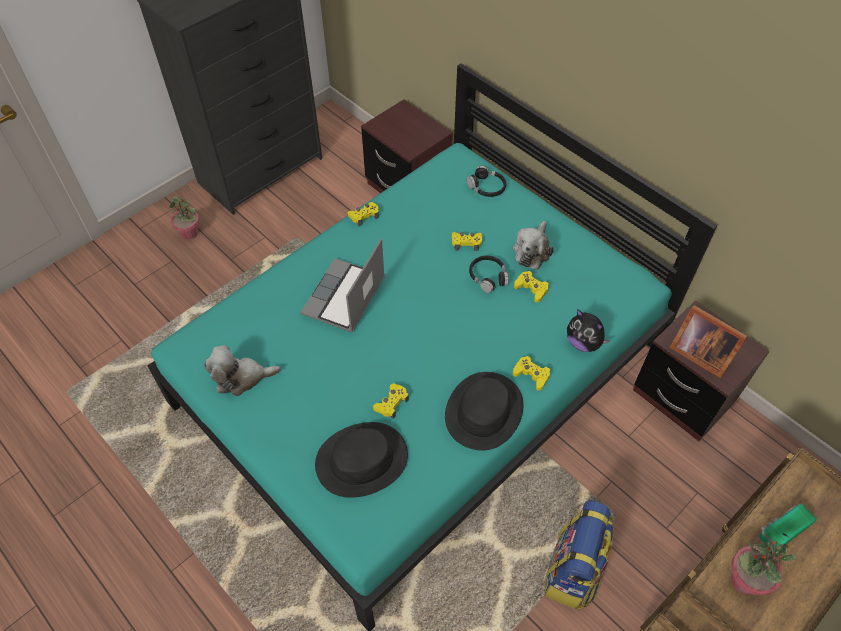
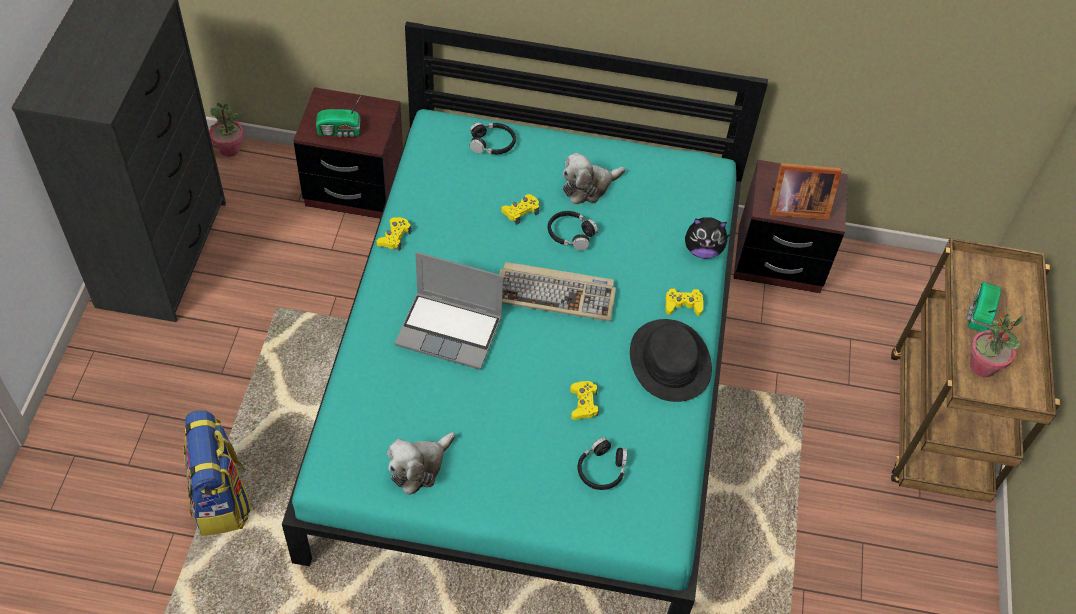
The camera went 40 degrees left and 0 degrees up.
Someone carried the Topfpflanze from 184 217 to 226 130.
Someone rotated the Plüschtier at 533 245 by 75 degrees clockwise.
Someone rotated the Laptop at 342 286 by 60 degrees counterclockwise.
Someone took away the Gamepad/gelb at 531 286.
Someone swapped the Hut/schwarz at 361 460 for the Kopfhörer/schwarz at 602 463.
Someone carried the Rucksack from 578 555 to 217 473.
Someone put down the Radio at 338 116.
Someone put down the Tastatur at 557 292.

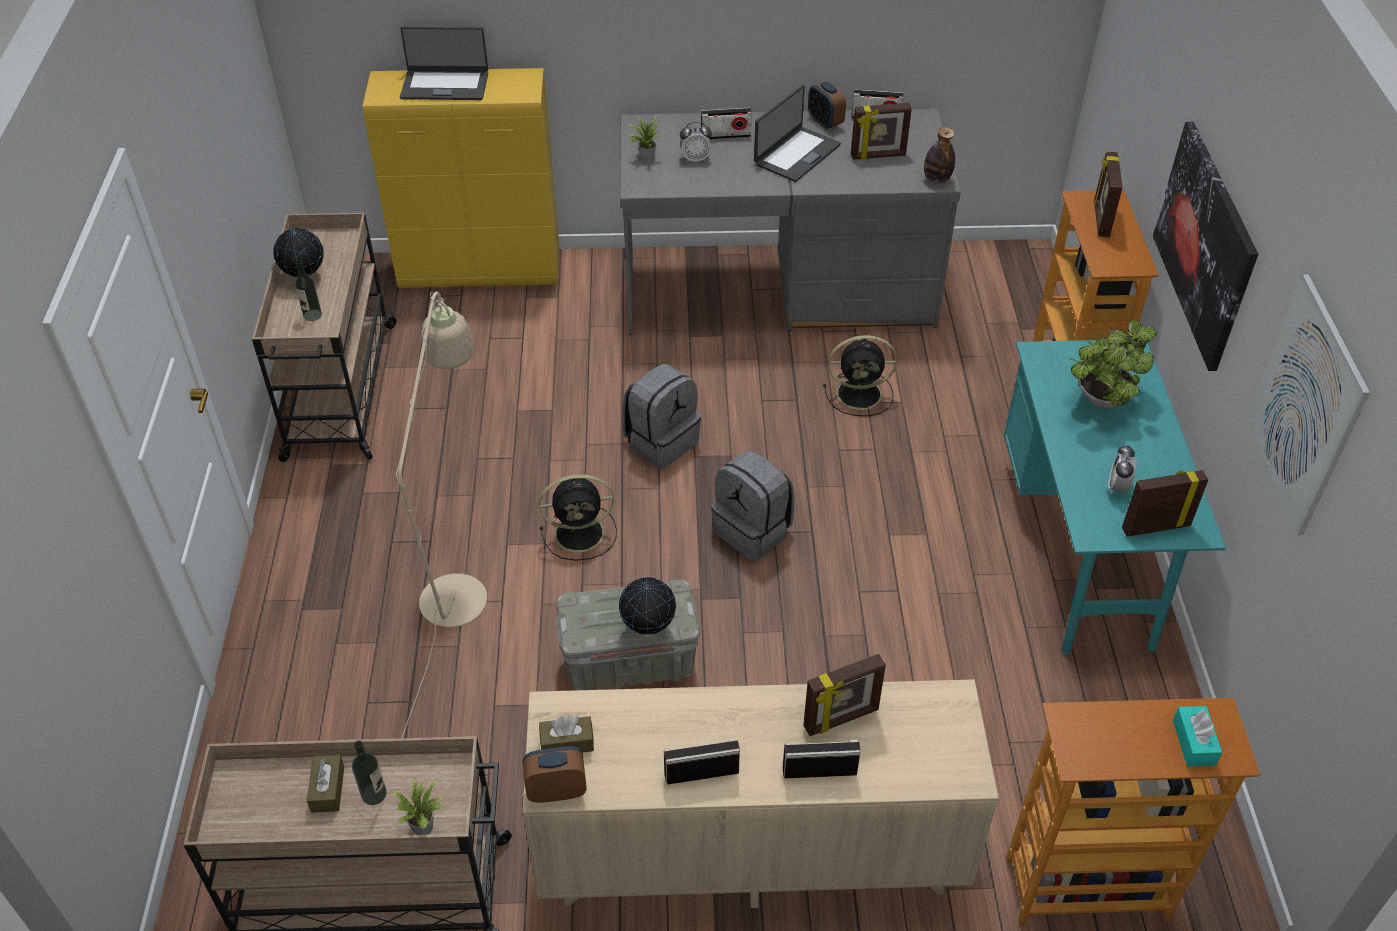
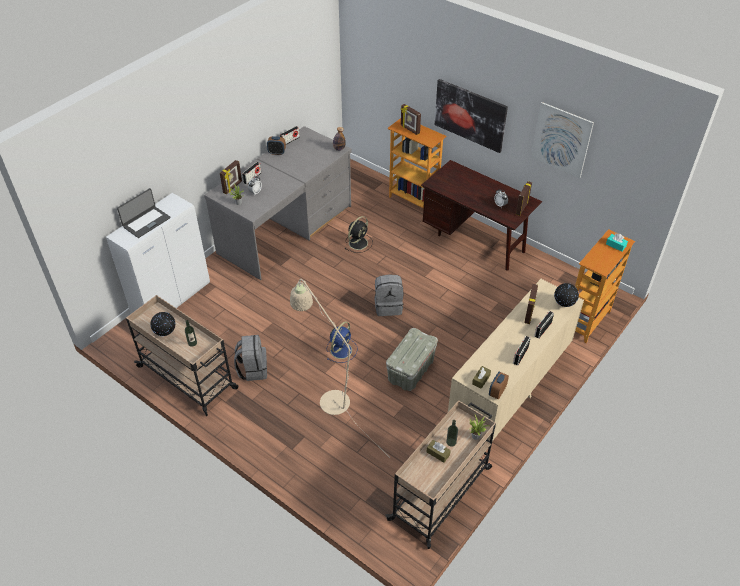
The camera went 50 degrees left and 0 degrees up.
Someone repainted the Schrank/gelb at 461 178, which became the Schrank/weiß at 158 253.
Someone took away the Laptop at 797 133.
Someone carried the Bilderrahmen from 881 131 to 231 177.
Someone took away the Topfpflanze at 1112 364.
Someone repainted the Schreibtisch/türkis at 1115 497, which became the Schreibtisch/braun at 481 215.
Someone carried the Rucksack/grau from 661 416 to 250 358.
Someone repainted the Ventilator/schwarz at 578 517, which became the Ventilator/blau at 342 342.
Someone carried the Globus from 647 606 to 566 295.

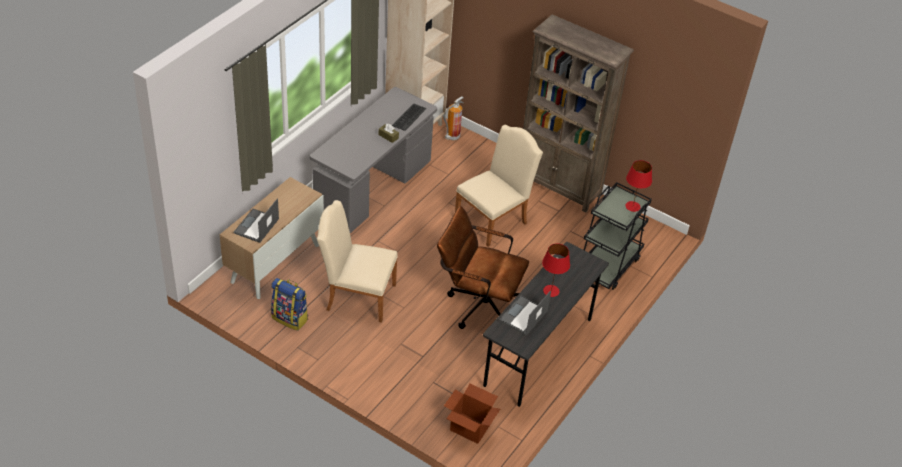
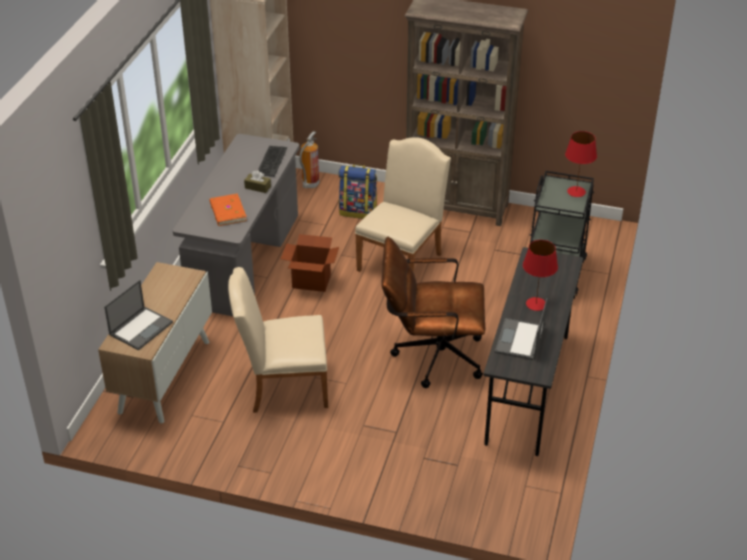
The camera went 15 degrees left and 5 degrees down.
Someone rotated the Laptop at 256 220 by 150 degrees counterclockwise.
Someone carried the Rucksack from 289 304 to 358 191.
Someone carried the Karton from 472 414 to 310 263.
Someone put down the Buch/orange at 228 209.

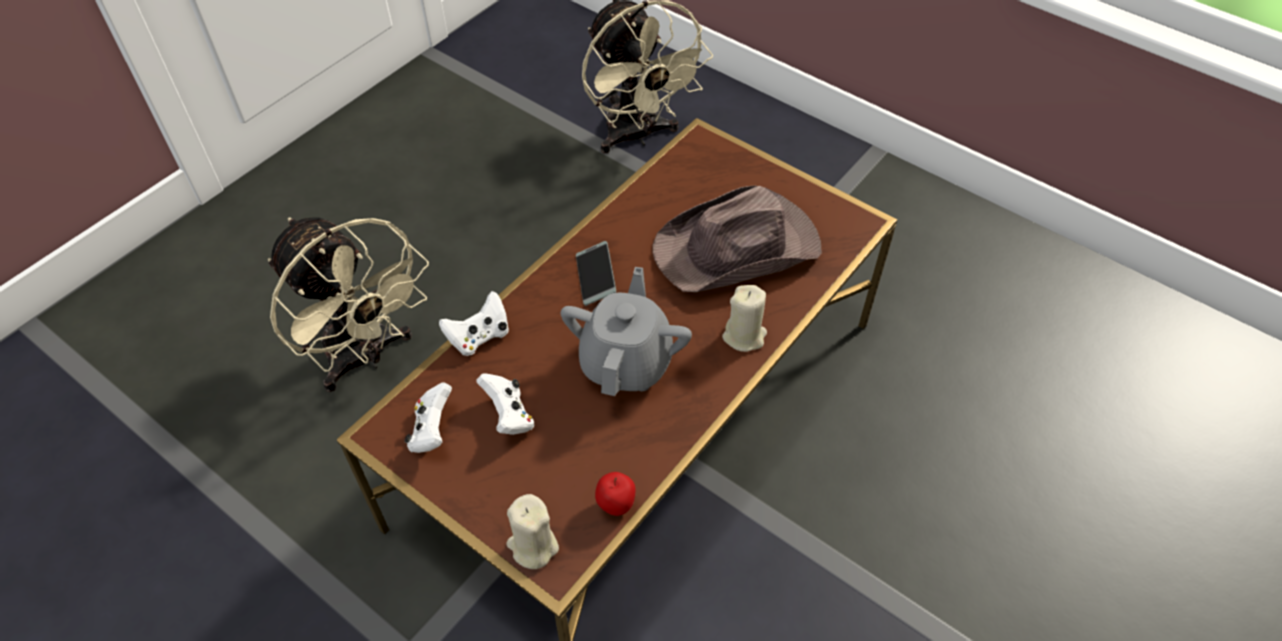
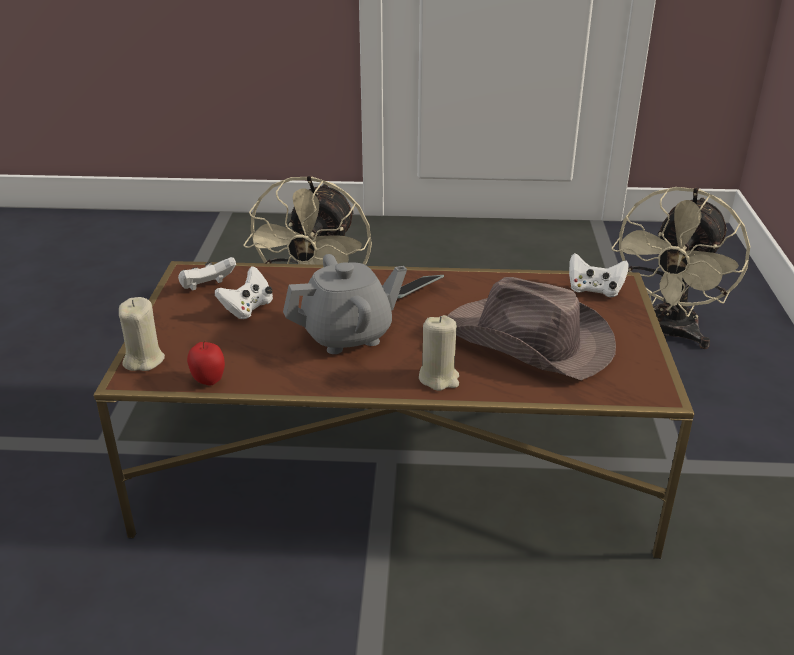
The camera went 55 degrees right and 20 degrees down.
Someone carried the Gamepad/weiß from 474 323 to 599 275.

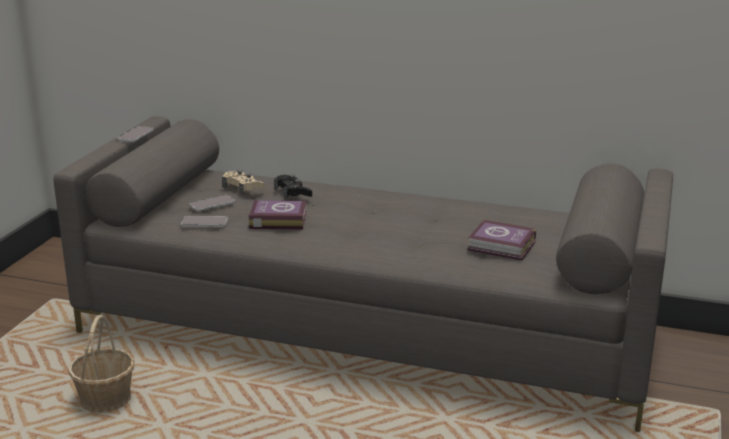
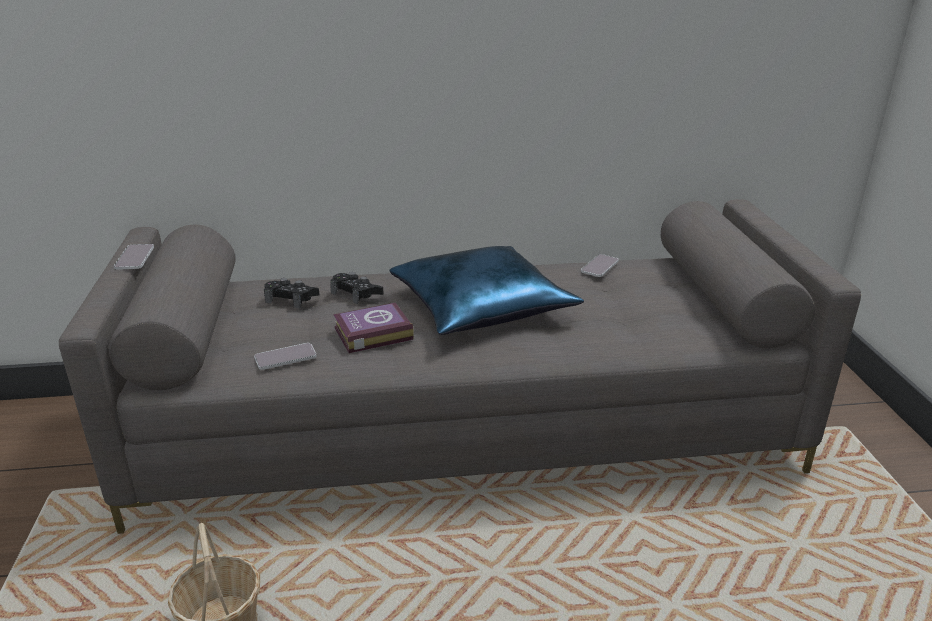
The camera went 25 degrees left and 5 degrees up.
Someone repainted the Gamepad/beige at 243 182, which became the Gamepad/schwarz at 292 293.
Someone carried the Handy from 212 203 to 600 265.
Someone took away the Buch at 501 240.
Someone put down the Kissen/blau at 486 290.

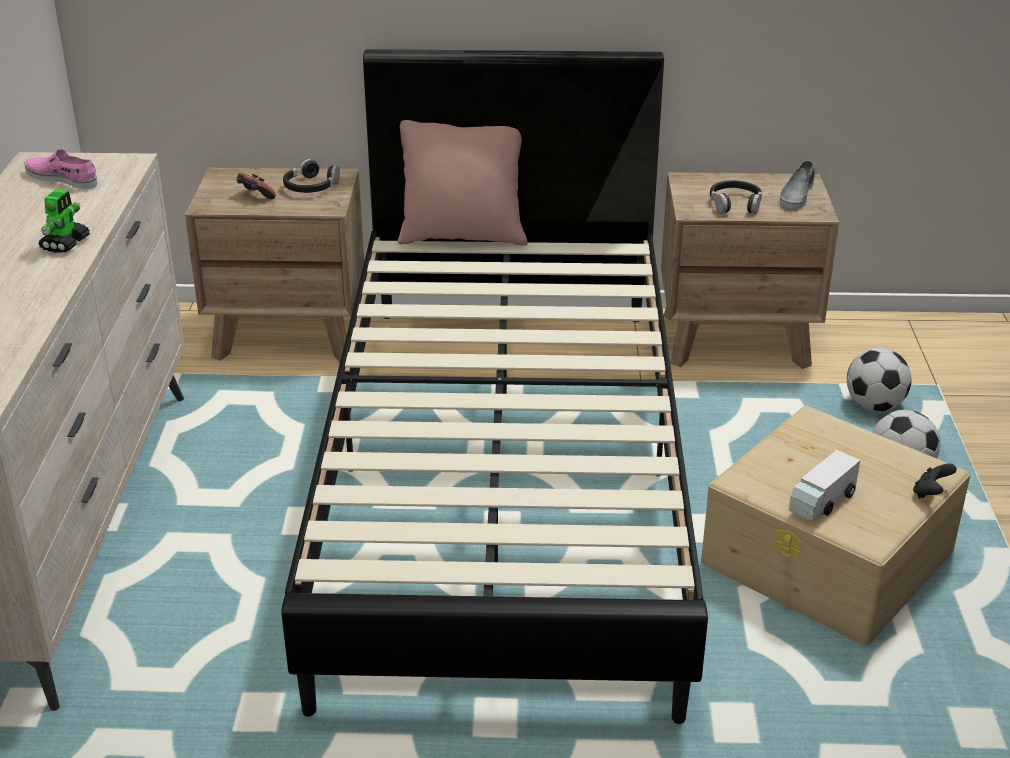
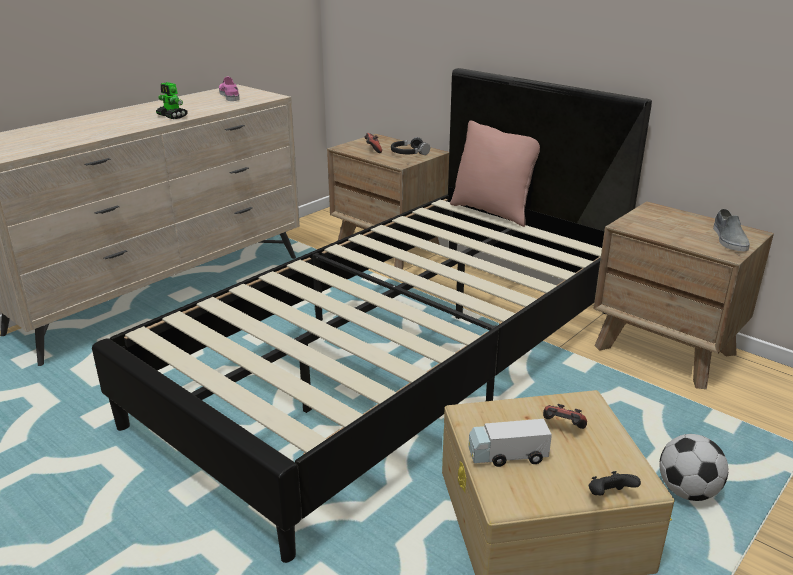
The camera went 40 degrees right and 5 degrees down.
Someone rotated the Schuh/grau at 797 184 by 60 degrees counterclockwise.
Someone took away the Kopfhörer/schwarz at 736 197.
Someone rotated the Spielzeugroboter at 64 221 by 75 degrees clockwise.
Someone took away the Fußball at 879 380.
Someone put down the Gamepad at 565 416.

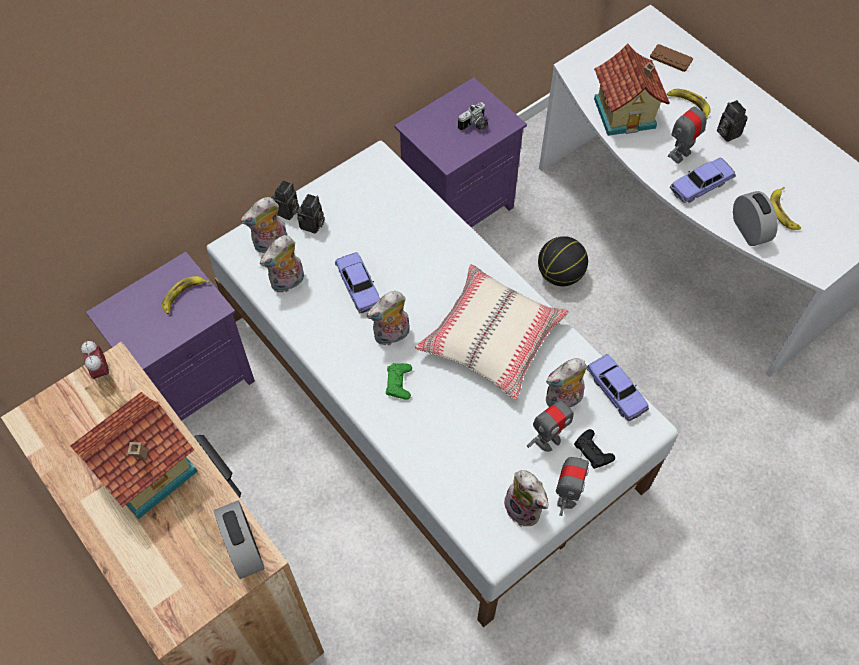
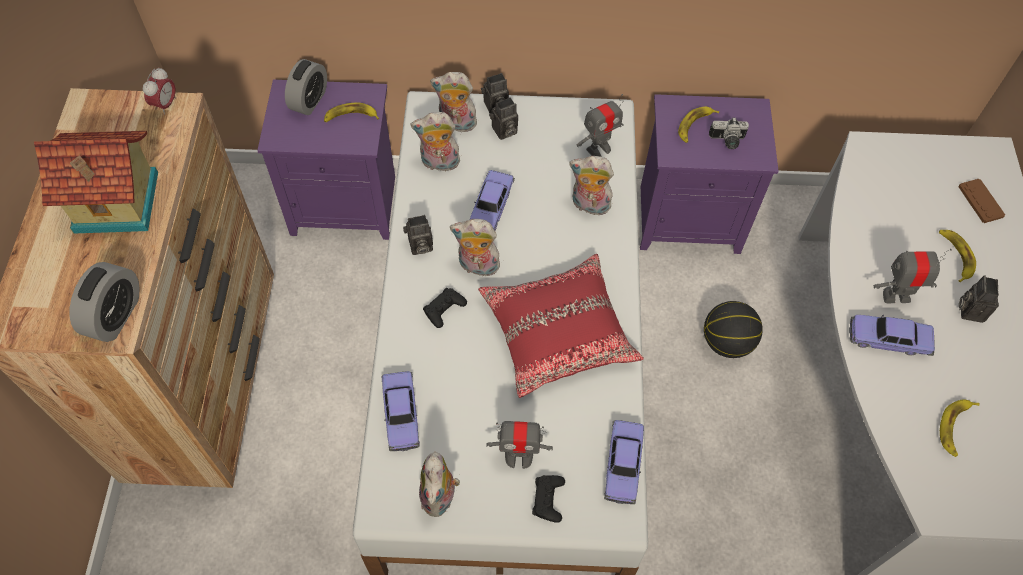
The camera went 40 degrees right and 0 degrees up.
Someone took away the Spielzeughaus at 632 90.
Someone carried the Wecker from 755 218 to 306 87.
Someone repainted the Kissen/beige at 492 332, which became the Kissen/rot at 561 326.
Someone carried the Plüschtier from 566 382 to 591 185.
Someone repainted the Gamepad/grün at 399 381, which became the Gamepad/schwarz at 445 308.
Someone carried the Spielzeugroboter from 572 482 to 600 125.
Someone put down the Banane at 698 125.
Someone put down the Kamera at 418 235.
Someone put down the Spielzeugauto at 401 411.

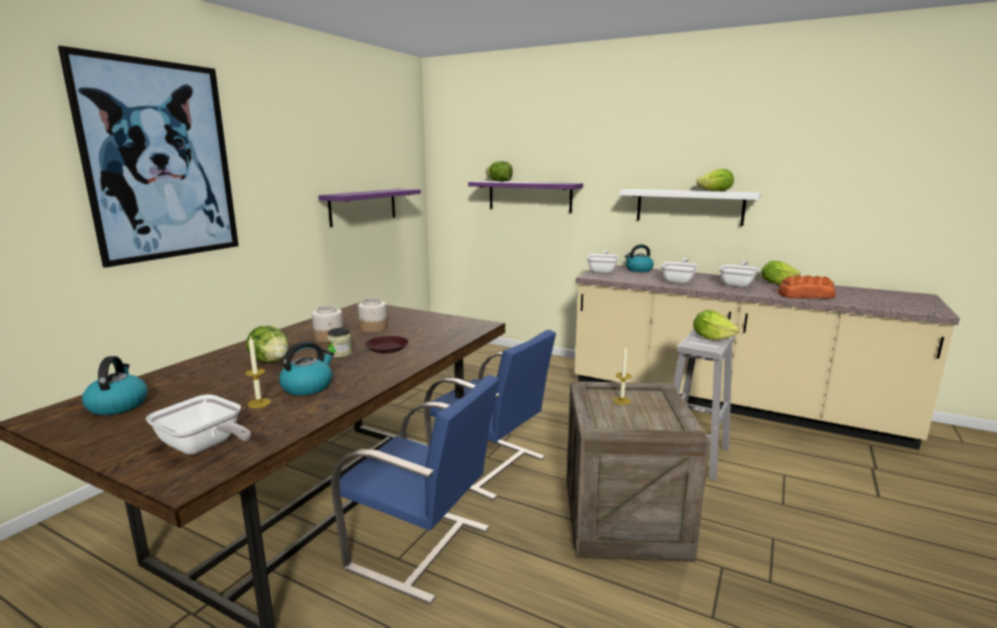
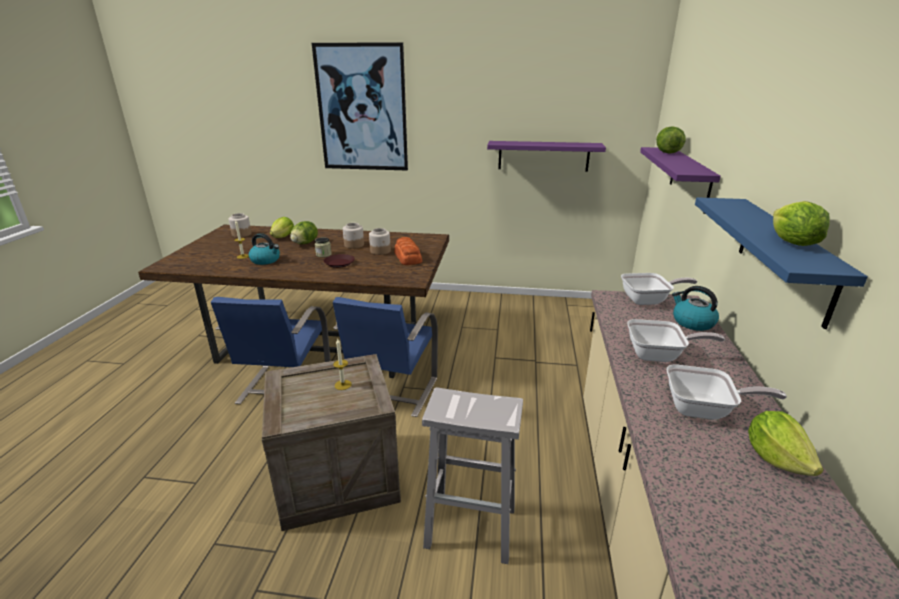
The camera went 70 degrees right and 10 degrees up.
Someone repainted the Wandregal/weiß at 690 207, which became the Wandregal/blau at 781 263.
Someone carried the Brot from 806 286 to 408 251.
Someone carried the Salatkopf from 716 325 to 282 227.
Someone swapped the Wasserkessel at 115 385 for the Vorratsglas at 240 225.
Someone took away the Pfanne at 198 425.

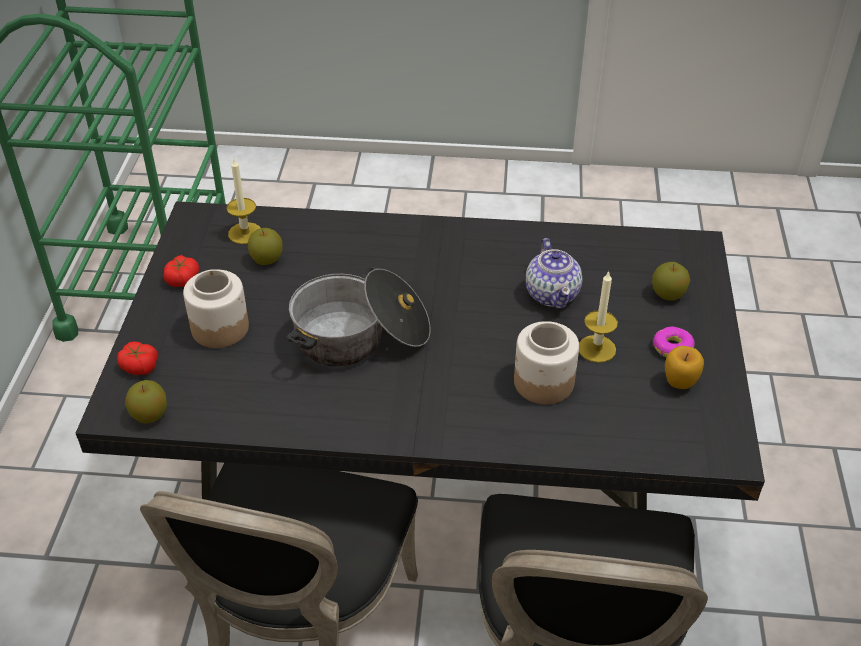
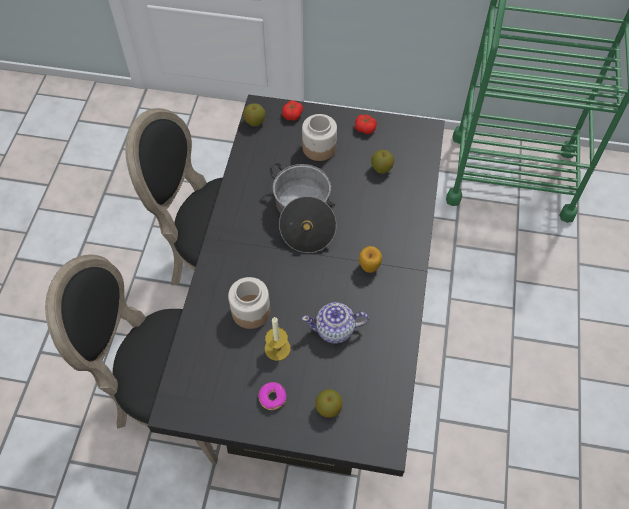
The camera went 95 degrees right and 15 degrees up.
Someone took away the Kerze at 243 201.
Someone carried the Apfel from 684 367 to 370 259.

